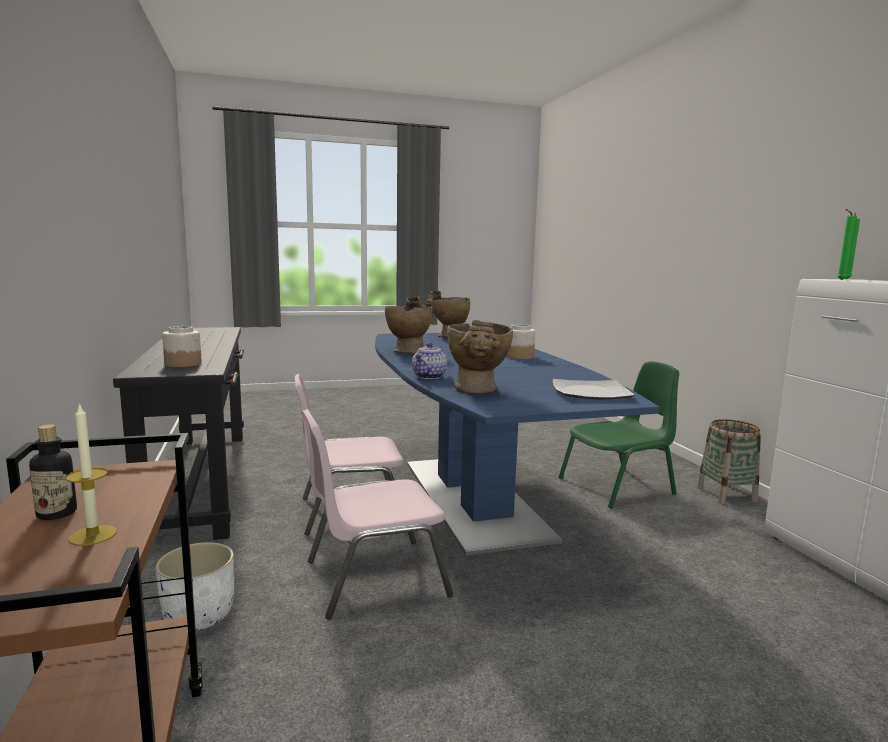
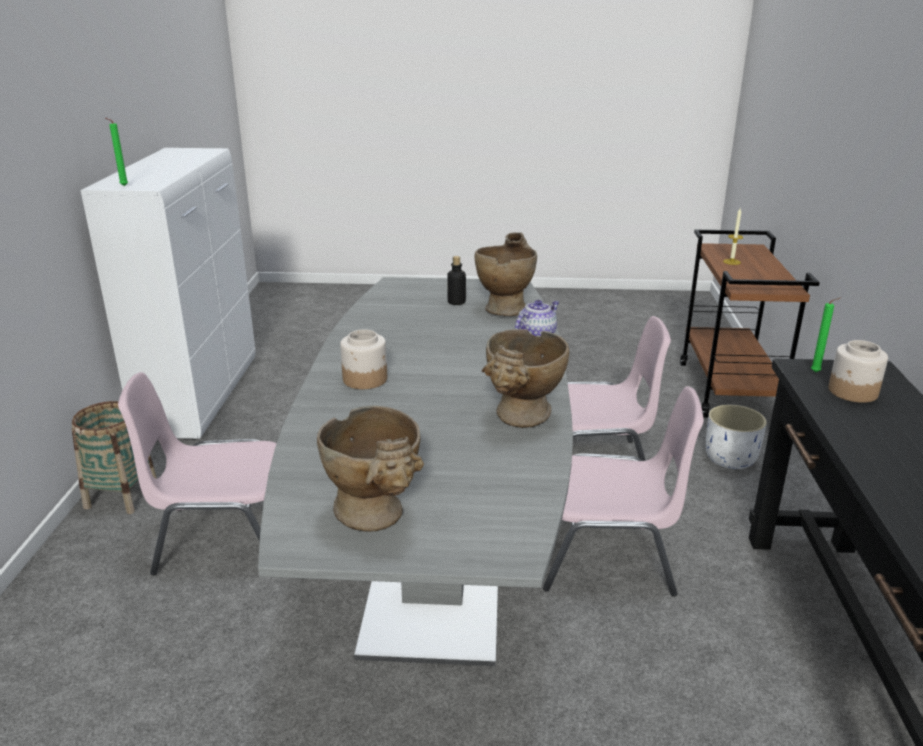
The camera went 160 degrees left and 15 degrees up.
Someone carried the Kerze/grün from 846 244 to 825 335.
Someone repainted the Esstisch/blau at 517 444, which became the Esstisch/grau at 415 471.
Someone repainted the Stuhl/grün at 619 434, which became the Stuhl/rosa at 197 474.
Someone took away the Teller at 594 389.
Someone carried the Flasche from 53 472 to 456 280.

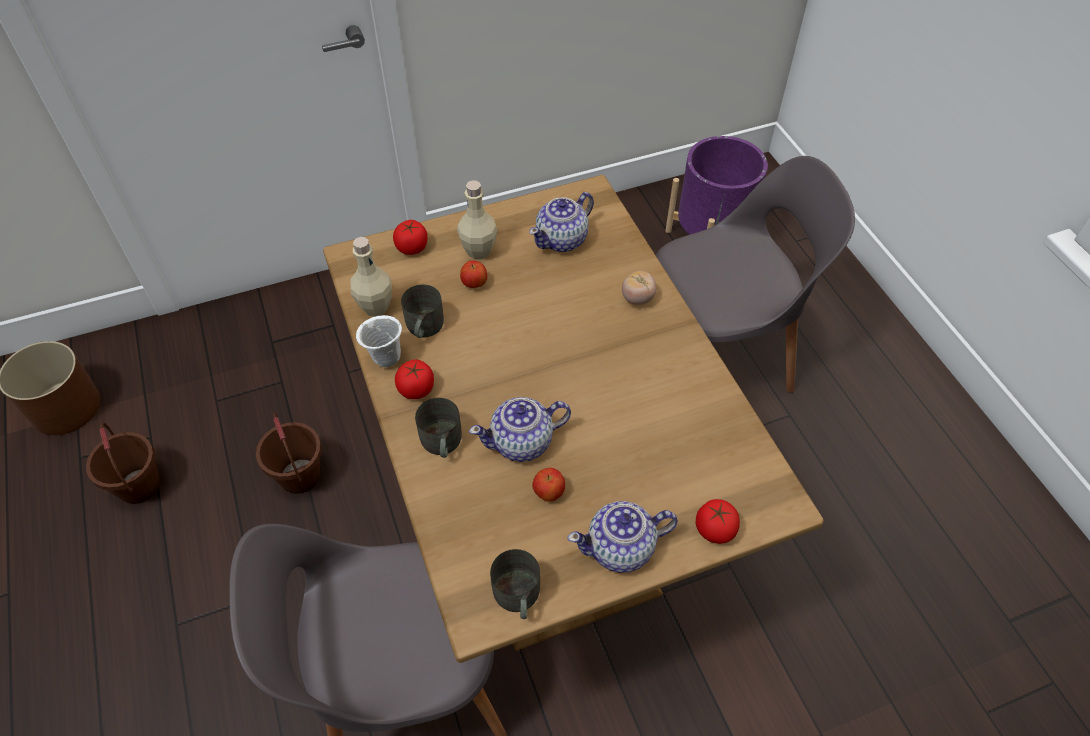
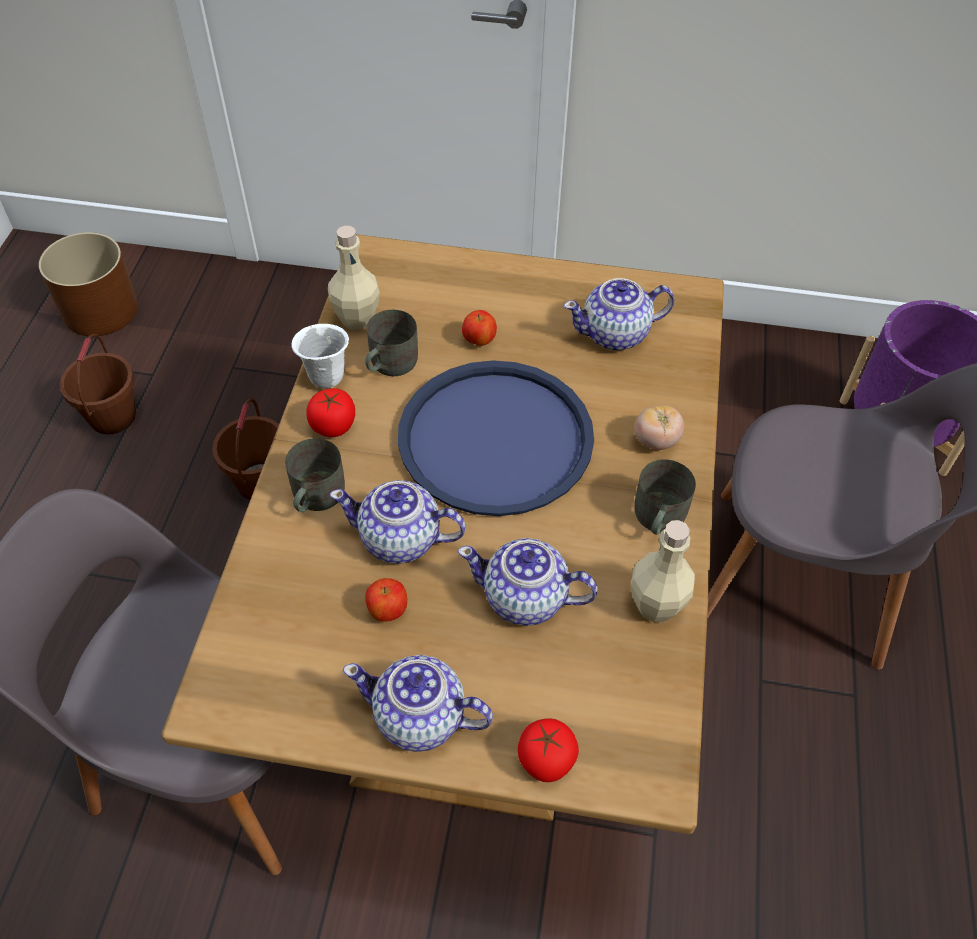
The camera went 30 degrees right and 0 degrees up.
Someone carried the Flasche/beige from 477 219 to 663 571.
Someone took away the Tomate at 410 237.
Someone carried the Henkelbecher/grau from 515 584 to 665 497.
Someone put down the Tablett/blau at 496 438.
Someone put down the Teekanne at 528 582.

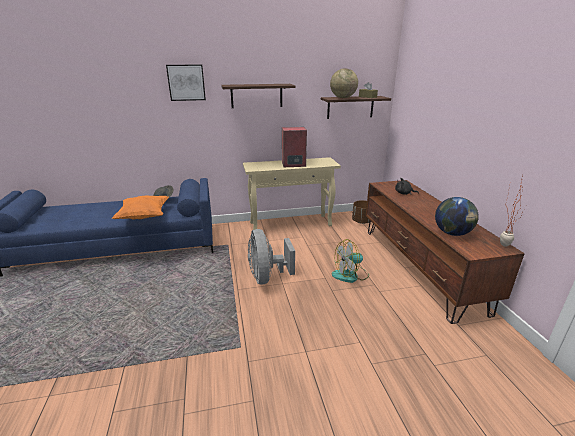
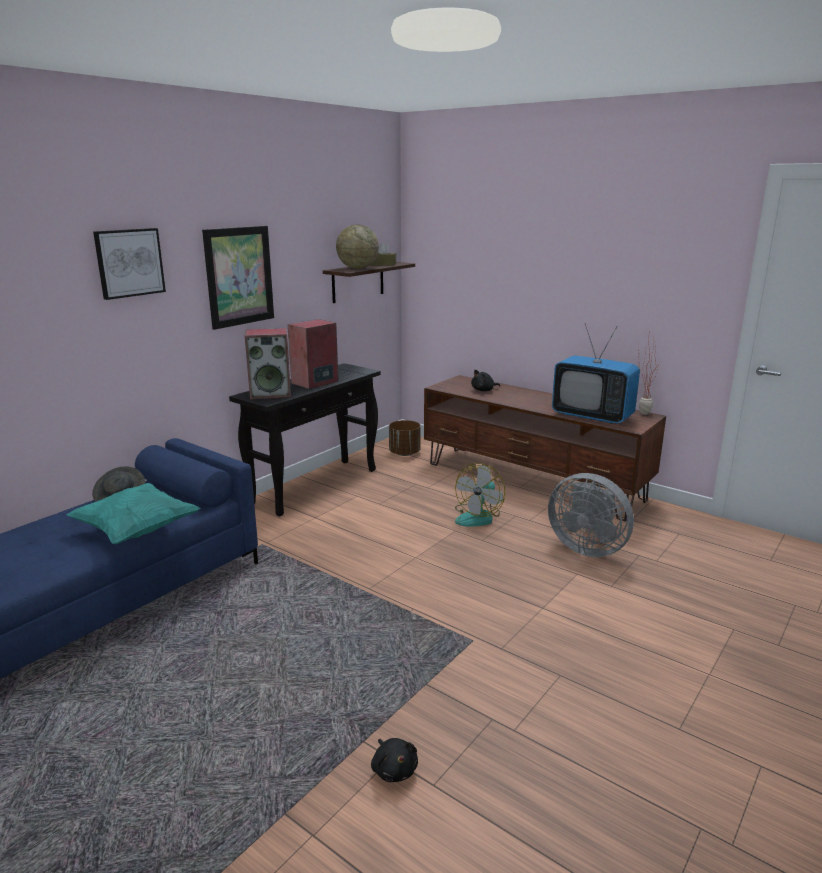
The camera went 40 degrees left and 5 degrees down.
Someone swapped the Wandregal at 259 96 for the Bild at 238 278.
Someone repainted the Konsolentisch/beige at 292 193, which became the Konsolentisch/schwarz at 305 440.
Someone repainted the Kissen/orange at 140 207, which became the Kissen/türkis at 133 514.
Someone swapped the Globus at 457 216 for the Fernseher at 596 373.
Someone carried the Ventilator/grau from 271 256 to 591 515.
Someone put down the Lautsprecher at 268 364.
Someone put down the Plüschtier/schwarz at 394 760.

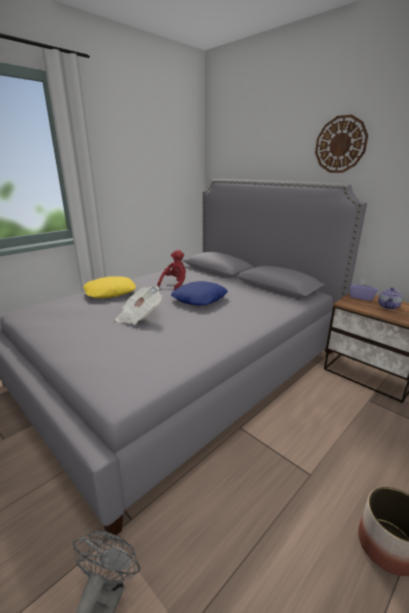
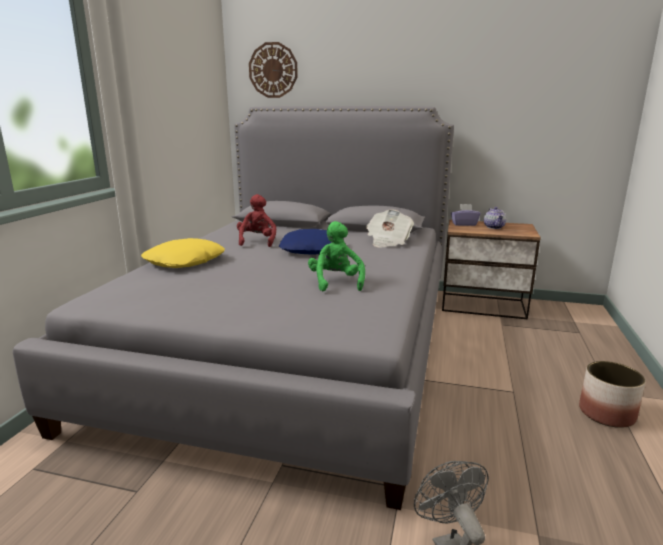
The camera went 30 degrees left and 5 degrees down.
Someone carried the Wanduhr from 341 143 to 273 70.
Someone carried the Zeitung from 138 305 to 390 228.
Someone put down the Plüschtier/grün at 336 256.

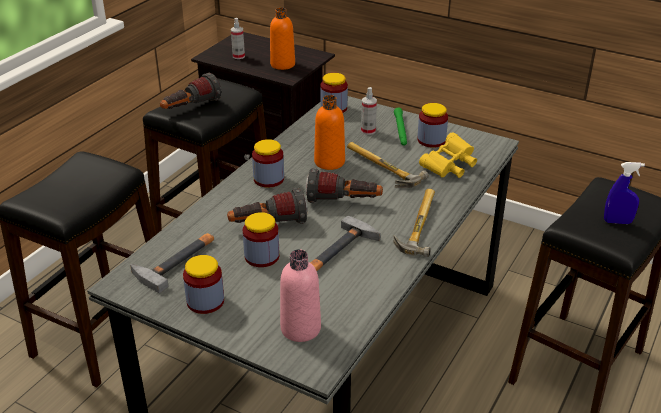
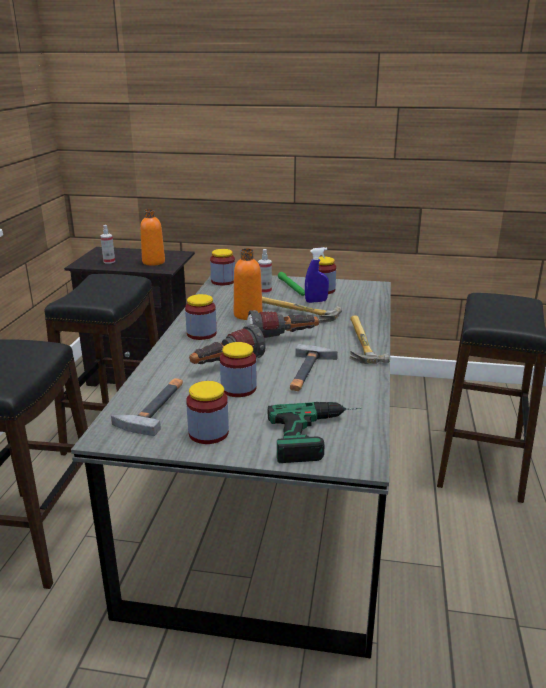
The camera went 20 degrees left and 10 degrees down.
Someone took away the Taschenlampe at 190 91.
Someone took away the Fernglas/gelb at 448 155.
Someone carried the Sprühflasche/blau from 624 193 to 317 275.
Someone swapped the Flasche/rosa at 300 295 for the Bohrmaschine at 314 432.

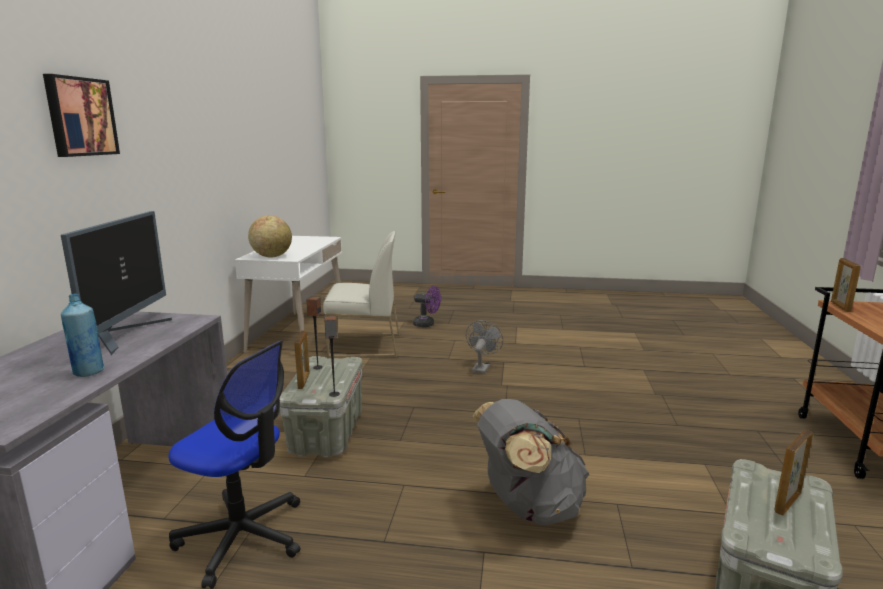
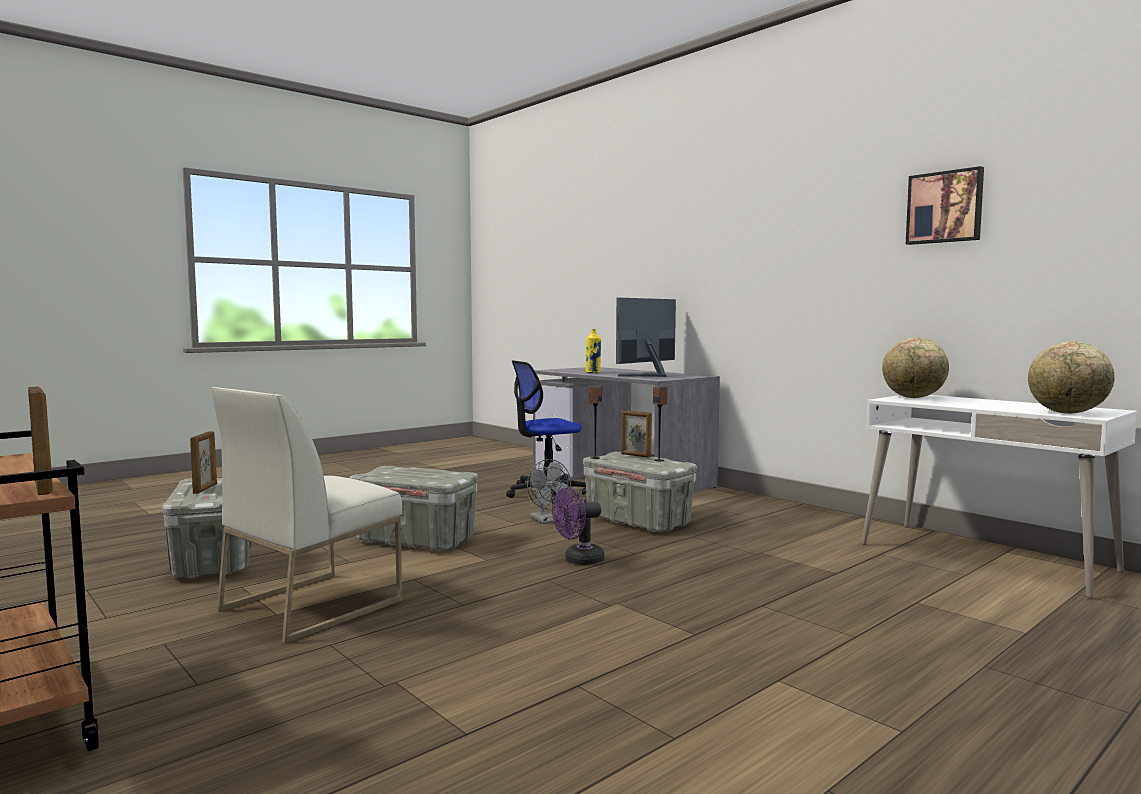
The camera went 130 degrees right and 10 degrees down.
Someone carried the Bild from 81 115 to 945 205.
Someone rotated the Monitor at 116 283 by 90 degrees clockwise.
Someone carried the Stuhl/weiß from 361 294 to 306 515.
Someone carried the Ventilator/lila from 427 306 to 578 526.
Someone repainted the Flasche/blau at 83 335, which became the Flasche/gelb at 593 351.
Someone carried the Ventilator/grau from 484 347 to 549 491.
Someone swapped the Rucksack/grau at 531 462 for the Aufbewahrungsbox/grau at 414 509.
Someone put down the Globus at 1071 377.

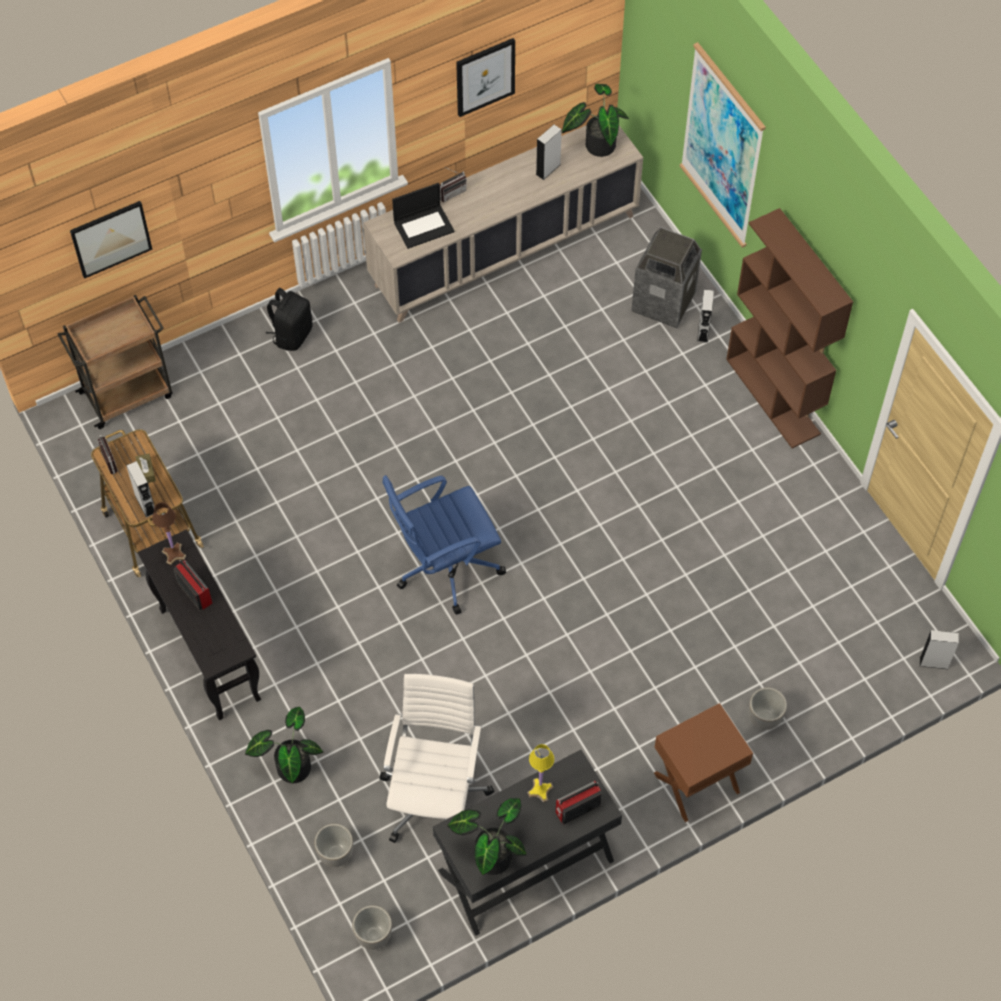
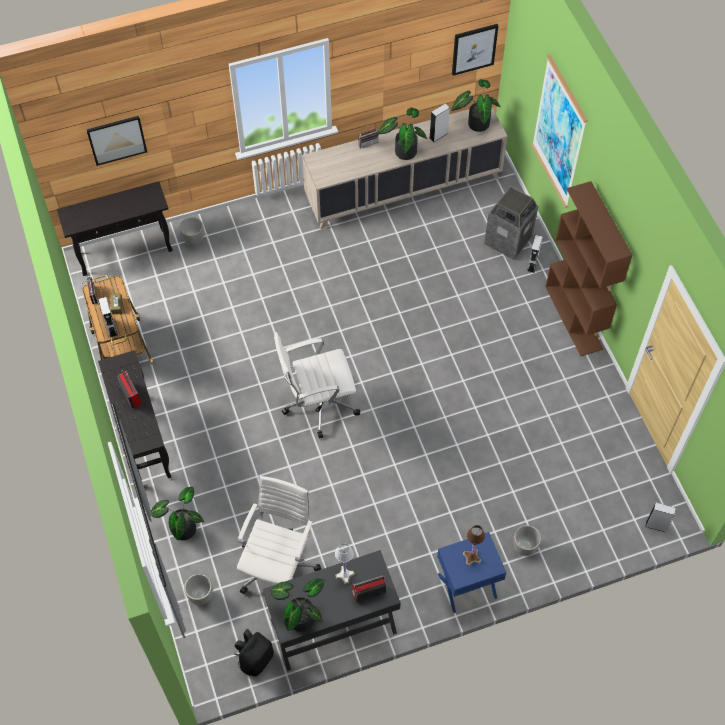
The camera went 10 degrees right and 0 degrees up.
Someone carried the Bild from 485 77 to 475 50.
Someone took away the Laptop at 423 216.
Someone carried the Rucksack/schwarz from 289 319 to 254 652.
Someone swapped the Rollwagen/braun at 114 362 for the Konsolentisch/schwarz at 115 228.
Someone repainted the Bürostuhl/blau at 444 545, which became the Bürostuhl/weiß at 317 385.
Someone carried the Tischlampe/braun from 169 533 to 474 545.
Someone repainted the Nachttisch/braun at 703 762, which became the Nachttisch/blau at 472 572.
Someone repainted the Tischlampe/gelb at 540 773, which became the Tischlampe/weiß at 345 563.
Someone carried the Pflanzkübel from 372 927 to 192 231.
Someone put down the Topfpflanze at 402 133.

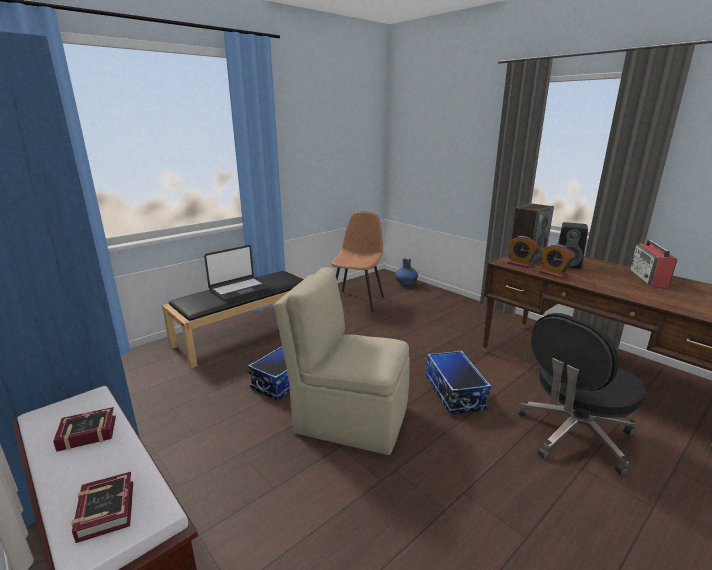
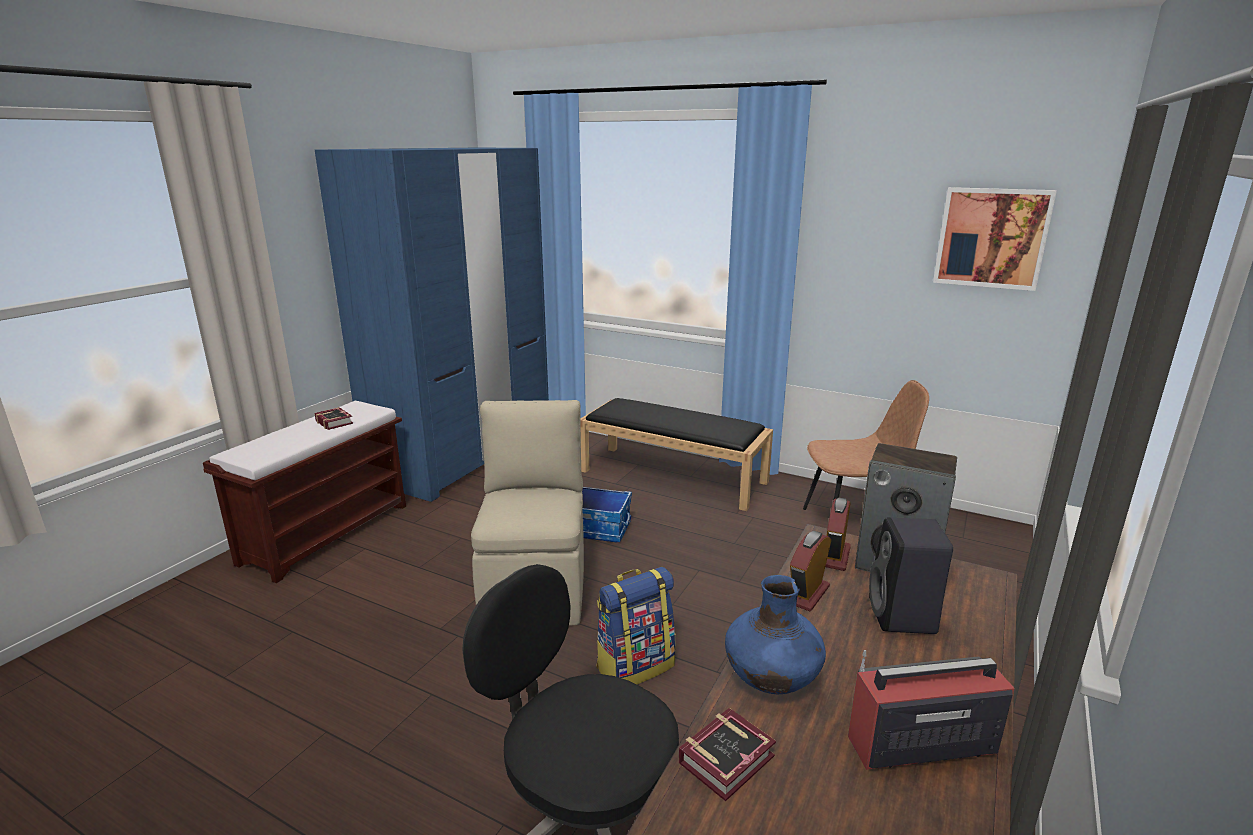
The camera went 70 degrees right and 0 degrees up.
Someone took away the Laptop at 237 273.
Someone carried the Vase/blau from 406 271 to 775 634.
Someone swapped the Aufbewahrungsbox at 458 382 for the Rucksack at 636 626.
Someone carried the Buch from 102 507 to 727 754.
Someone put up the Bild at 995 239.

